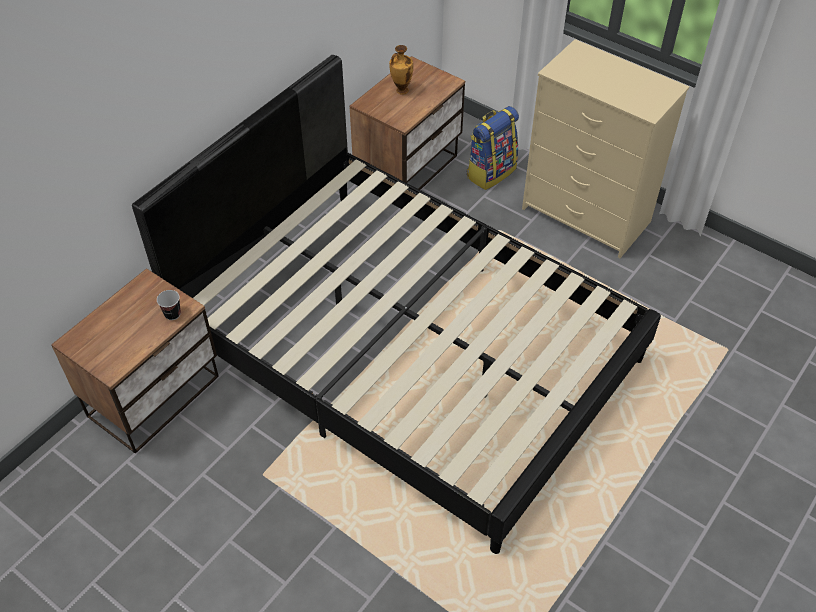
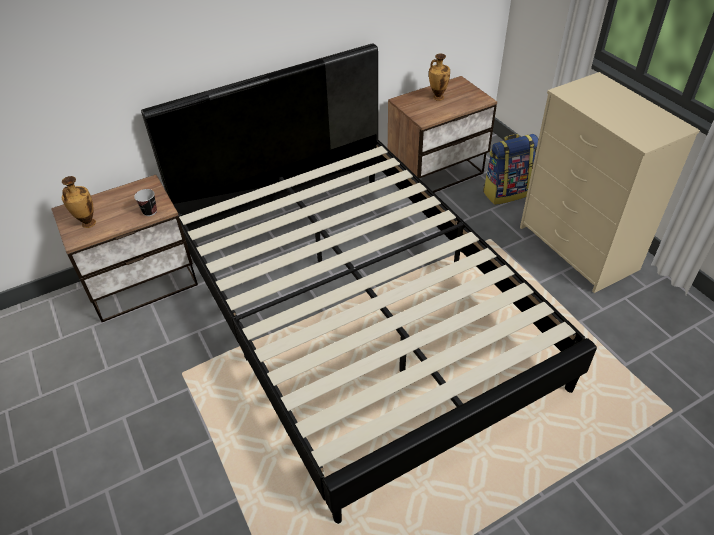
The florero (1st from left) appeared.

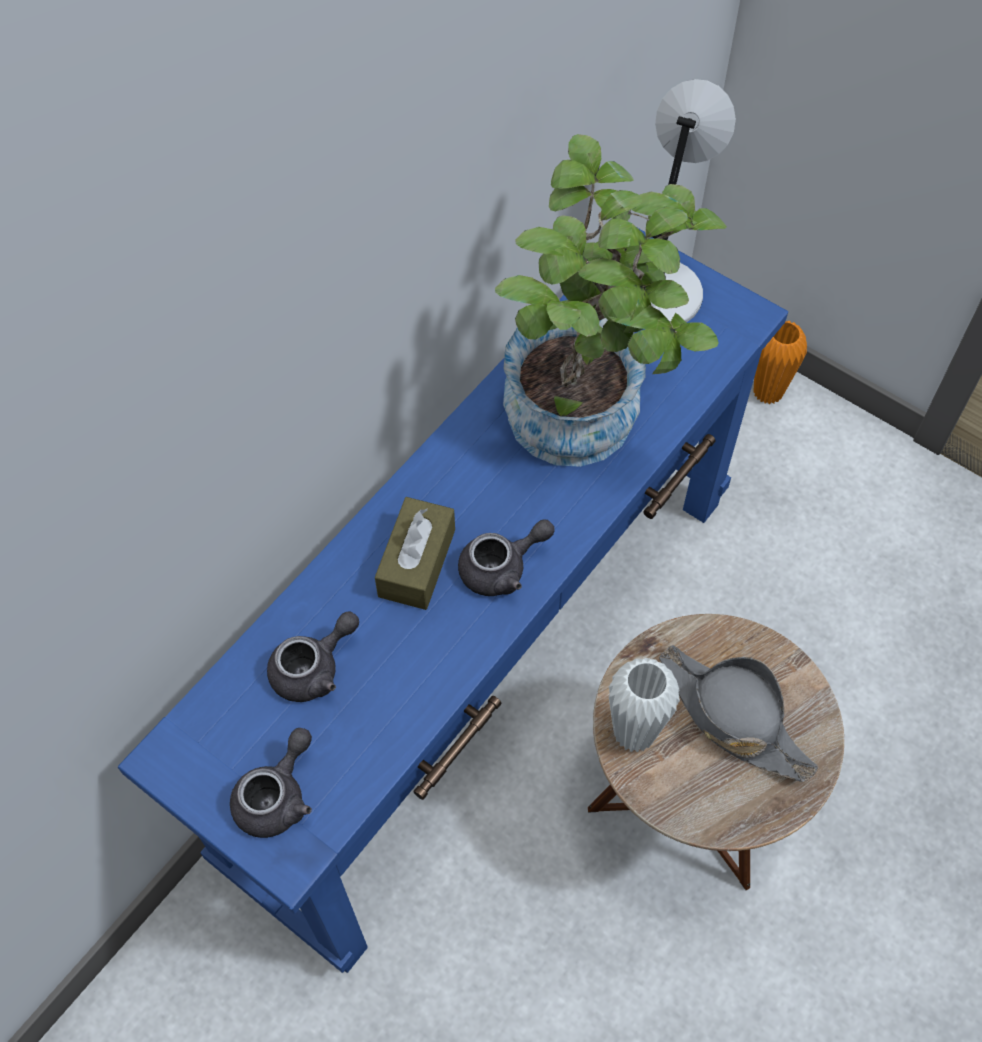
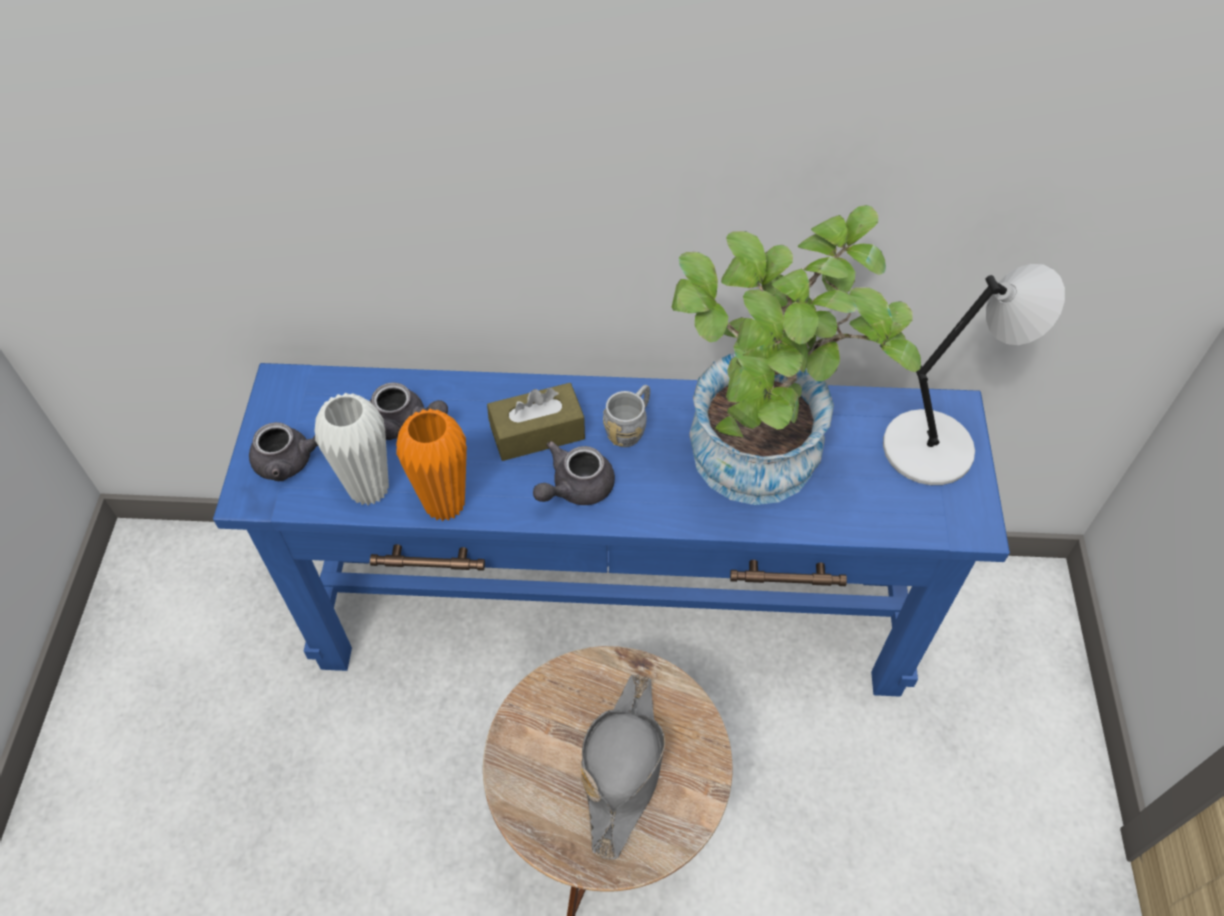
The florero/blanco moved. The florero/naranja moved. The tetera/gris (3rd from left) turned 105 degrees clockwise. The taza grande/gris appeared.

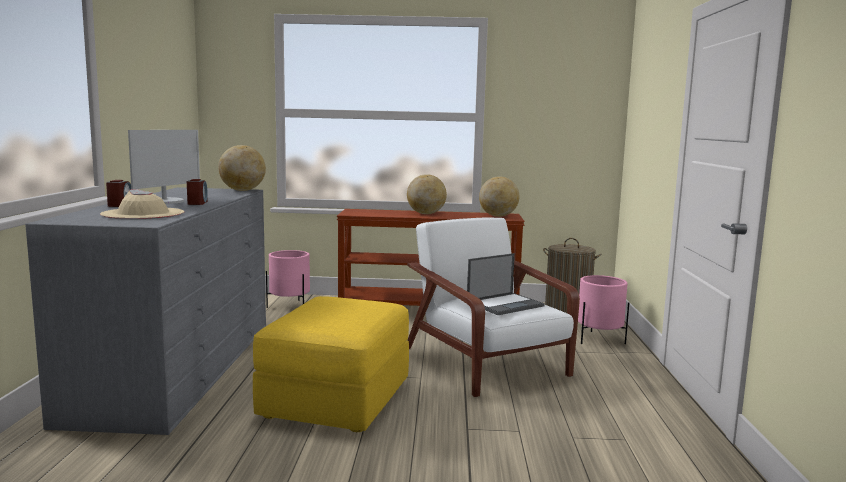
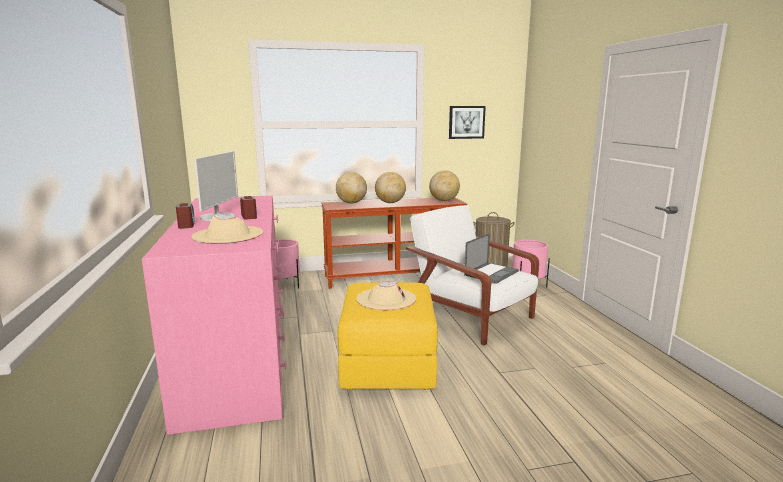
The cómoda/gris became the cómoda/rosa. The globo terráqueo (1st from left) moved. The sombrero/beis (2nd from left) appeared. The cuadro appeared.

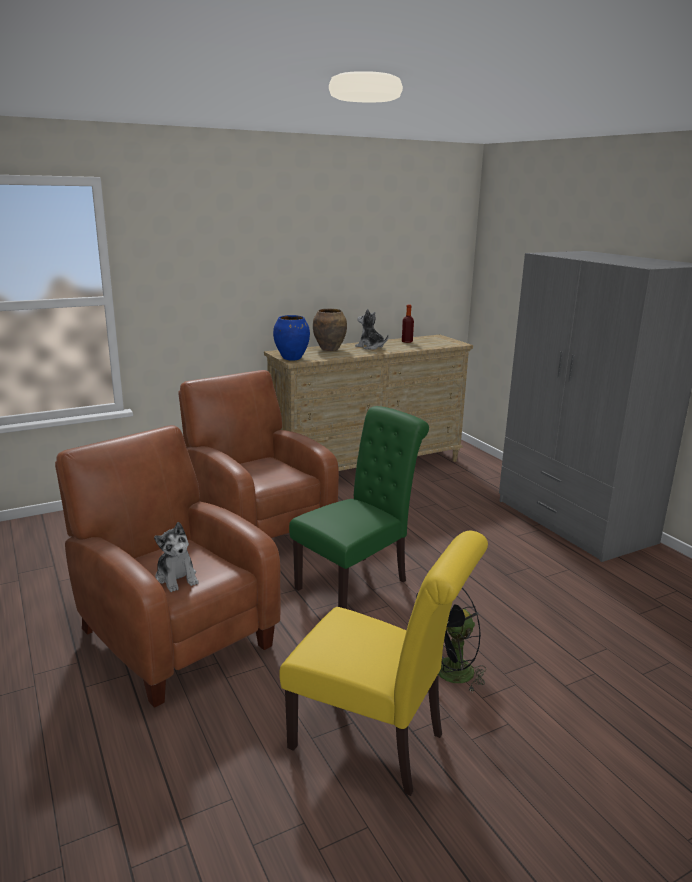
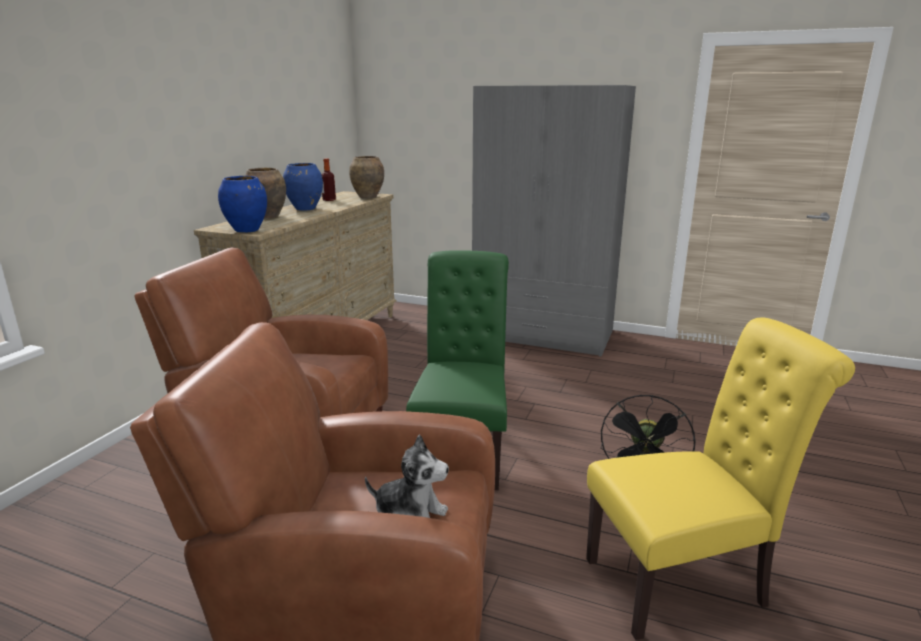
The peluche (2nd from left) was replaced by the florero/azul (2nd from left). The florero/marrón (2nd from left) appeared.

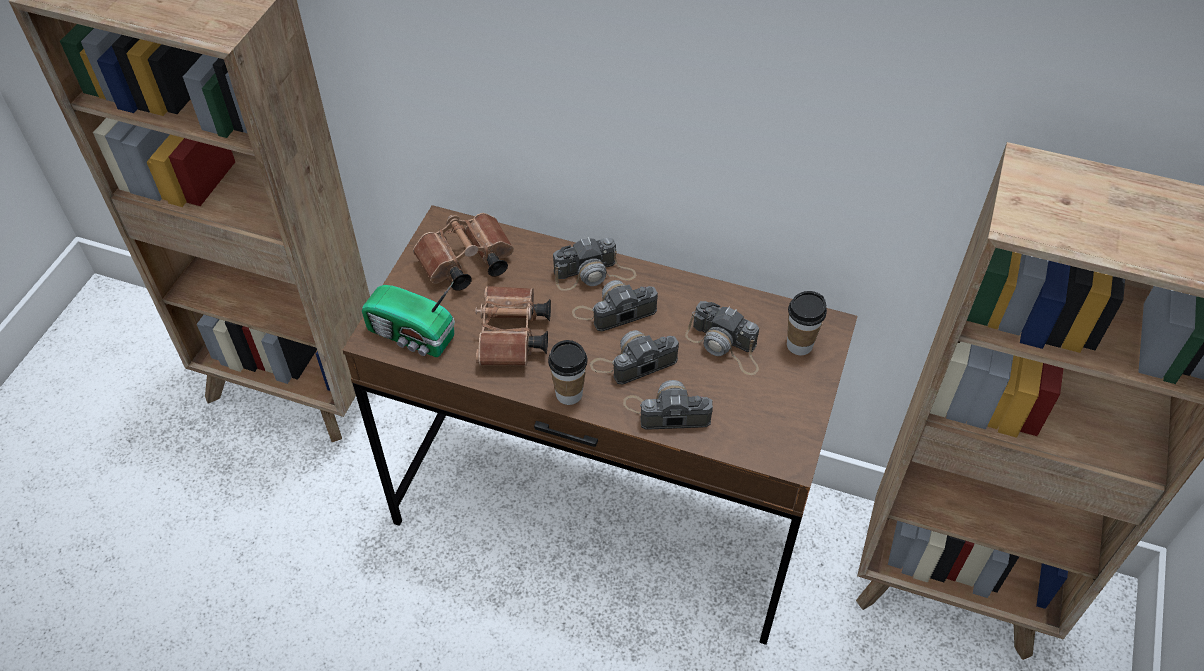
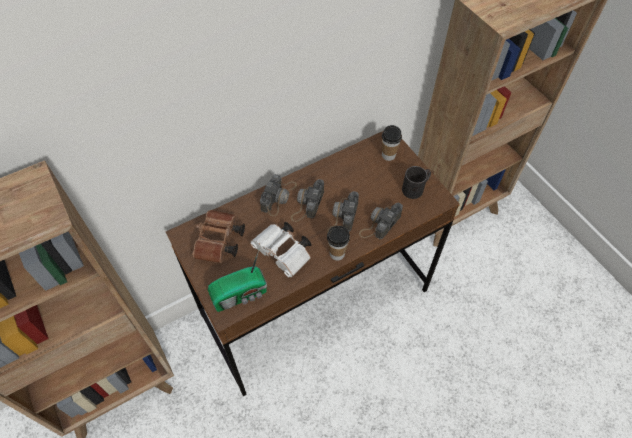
The prismáticos/marrón (2nd from left) became the prismáticos/blanco. The taza grande/negro appeared. The cámara (5th from left) disappeared.

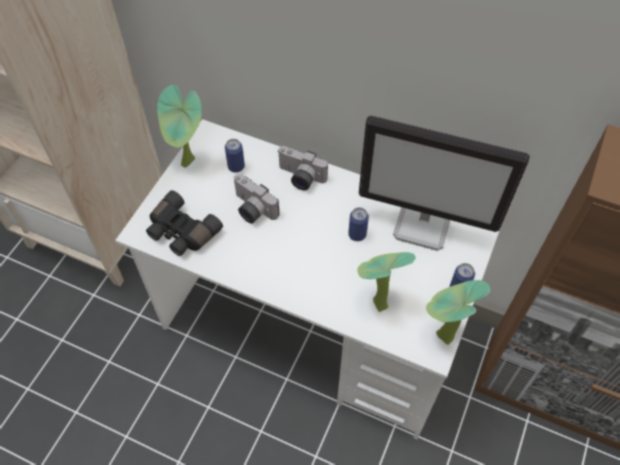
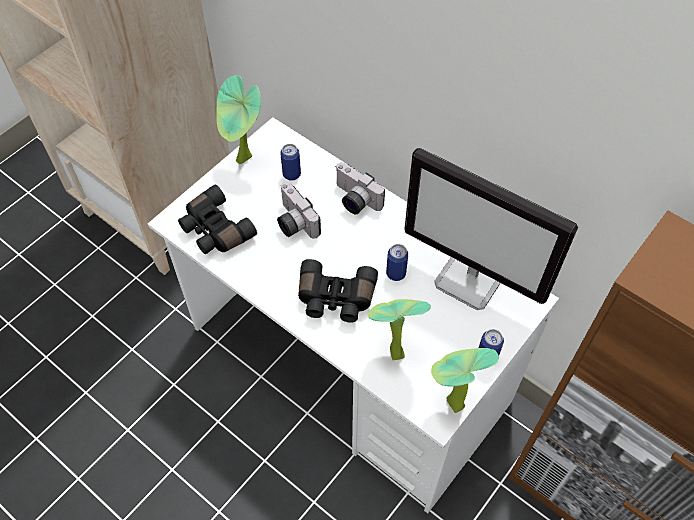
The prismáticos/negro (2nd from left) appeared.

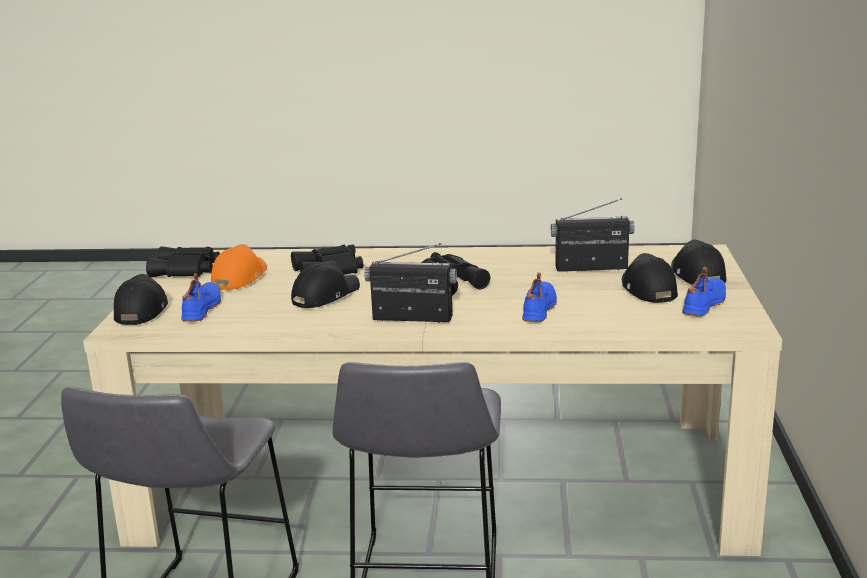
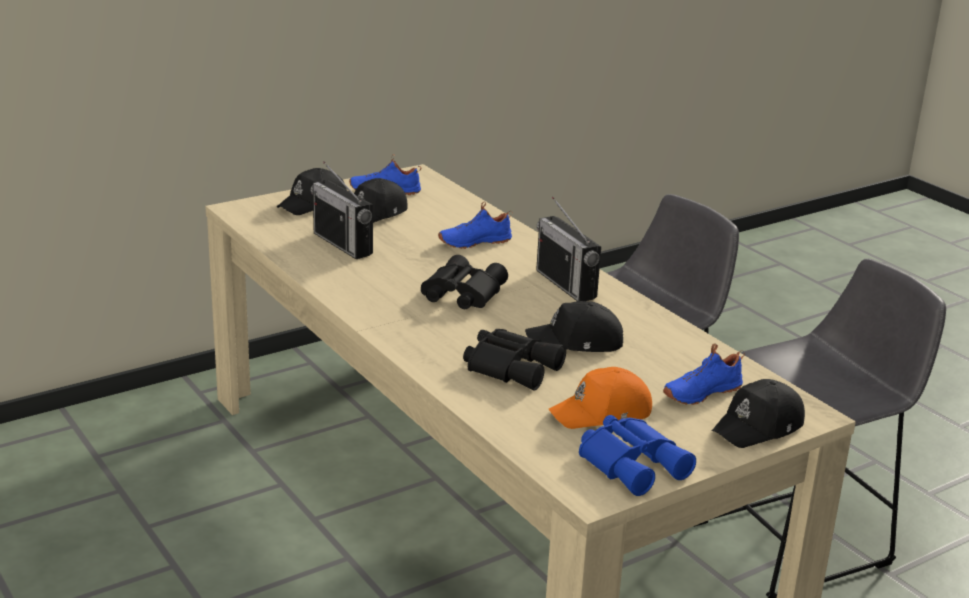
The prismáticos/negro (1st from left) became the prismáticos/azul.

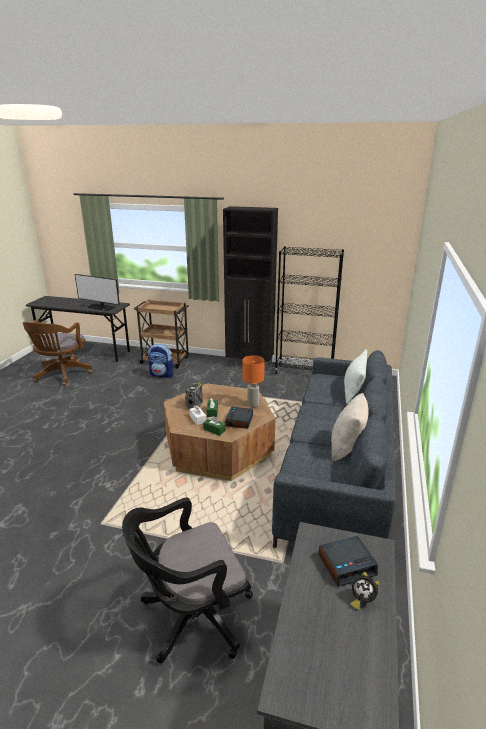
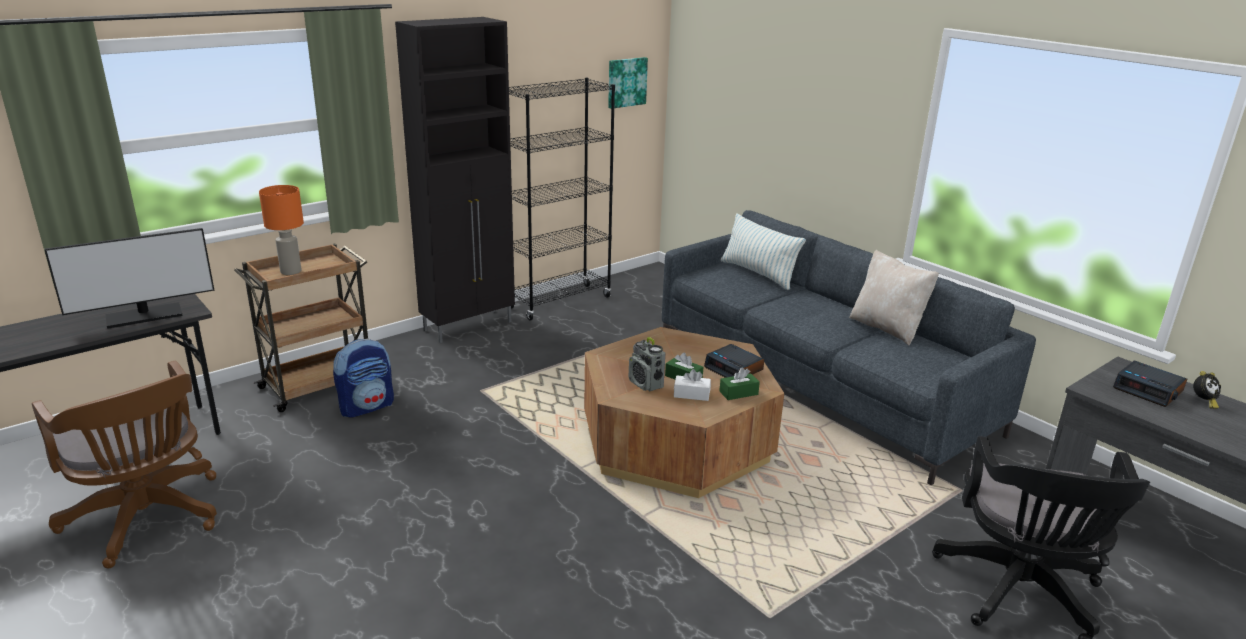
The lámpara de mesa/naranja moved. The cuadro appeared. The despertador (2nd from left) turned 120 degrees clockwise.

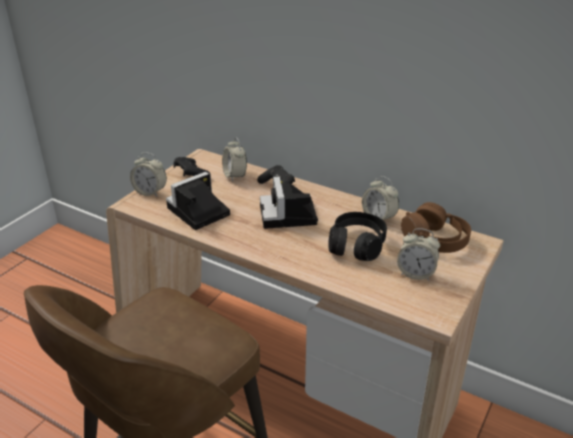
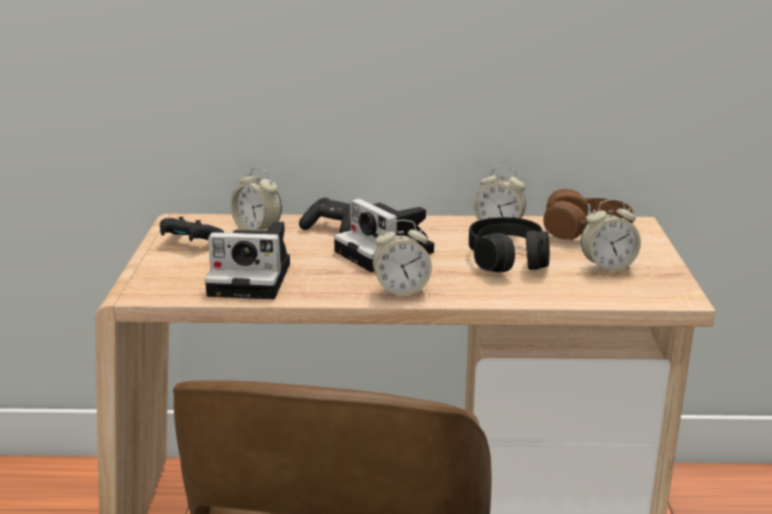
The cámara (1st from left) turned 105 degrees counterclockwise. The despertador (1st from left in the first image) moved.

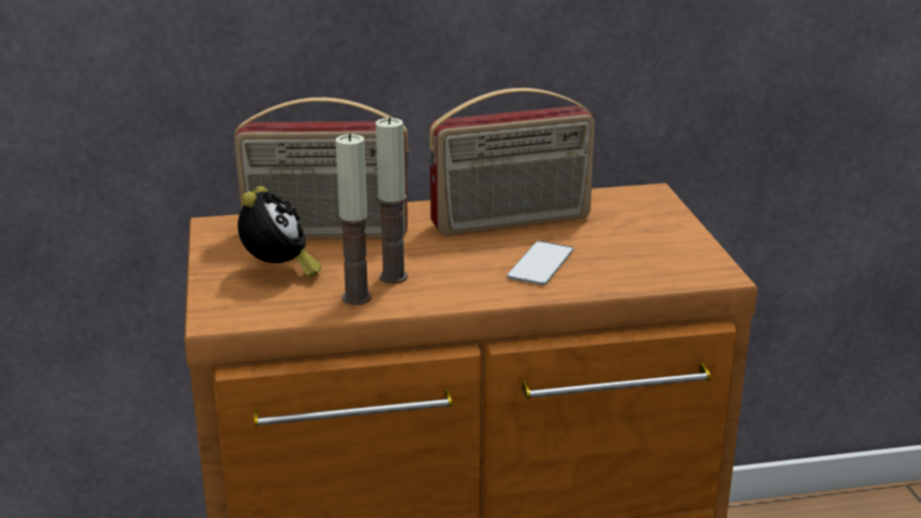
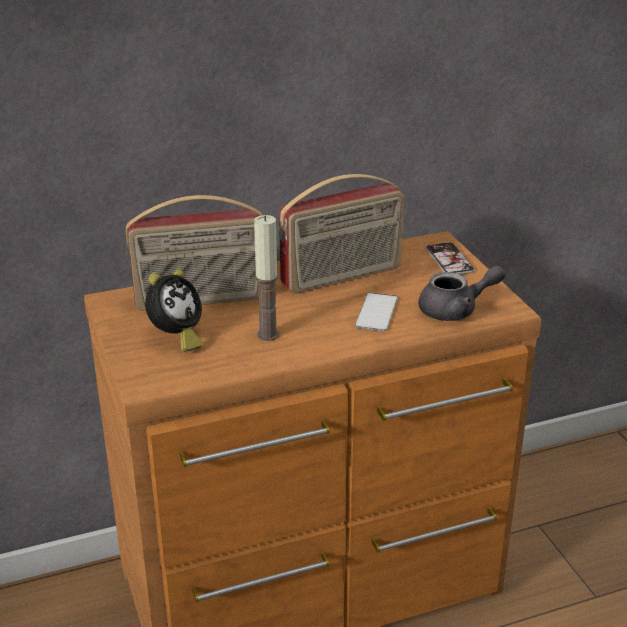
The despertador turned 45 degrees clockwise. The tetera/gris appeared. The móvil (2nd from left) appeared. The vela (1st from left) disappeared.

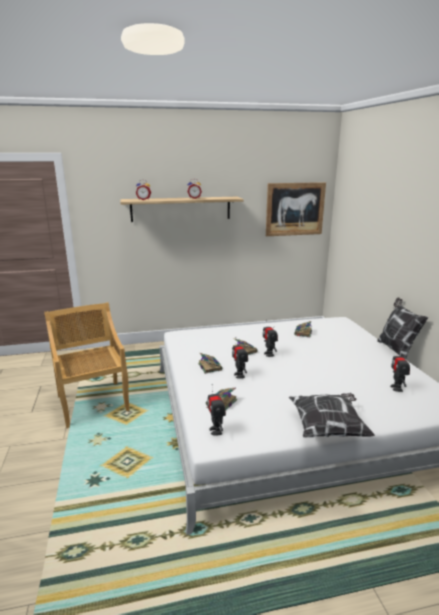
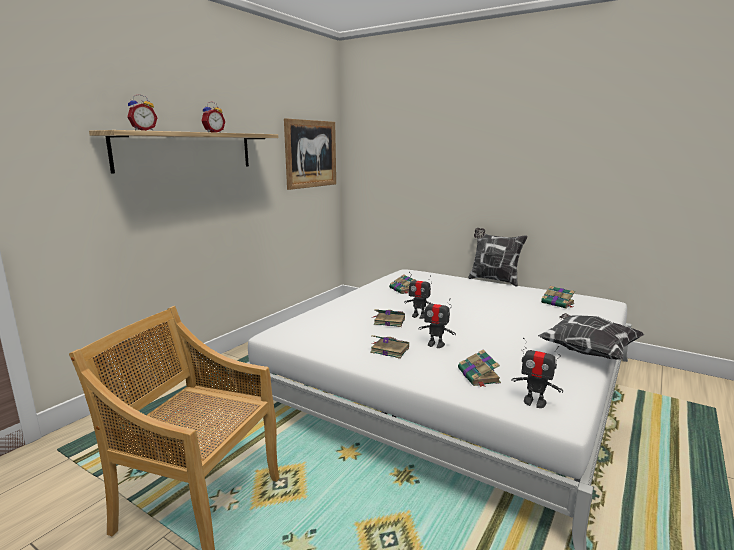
The robot de juguete (4th from left) was replaced by the libro (5th from left).

